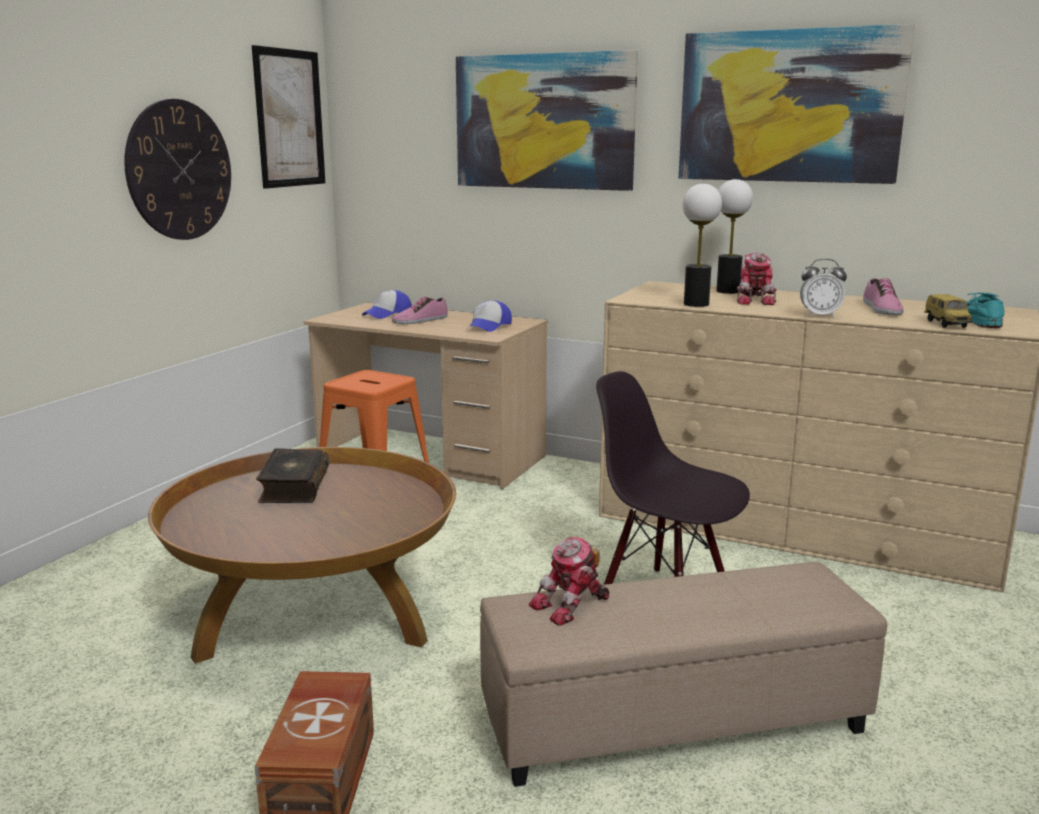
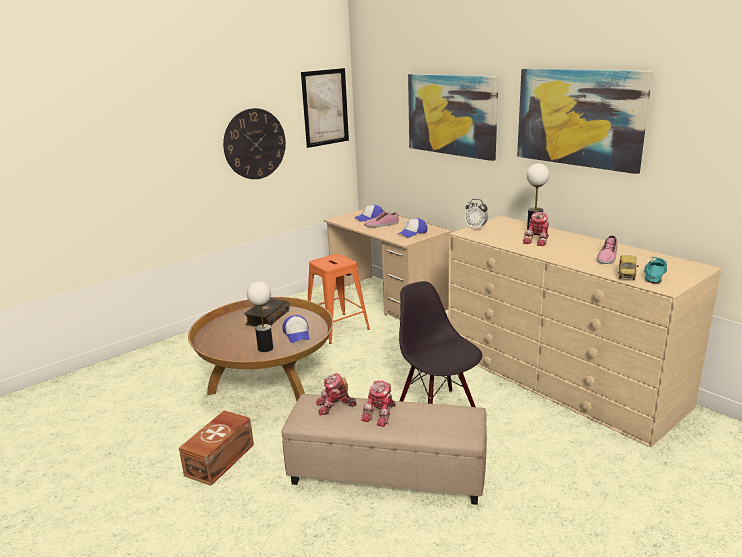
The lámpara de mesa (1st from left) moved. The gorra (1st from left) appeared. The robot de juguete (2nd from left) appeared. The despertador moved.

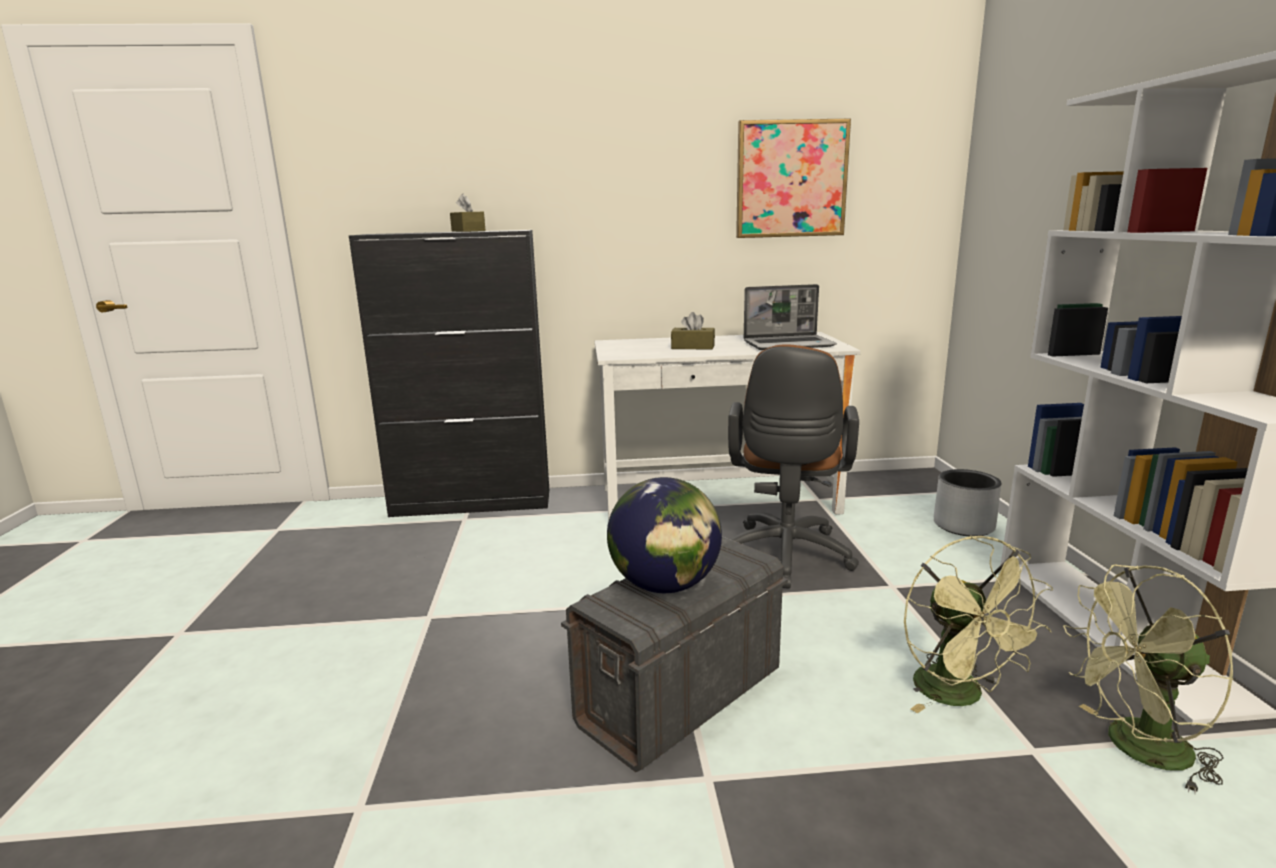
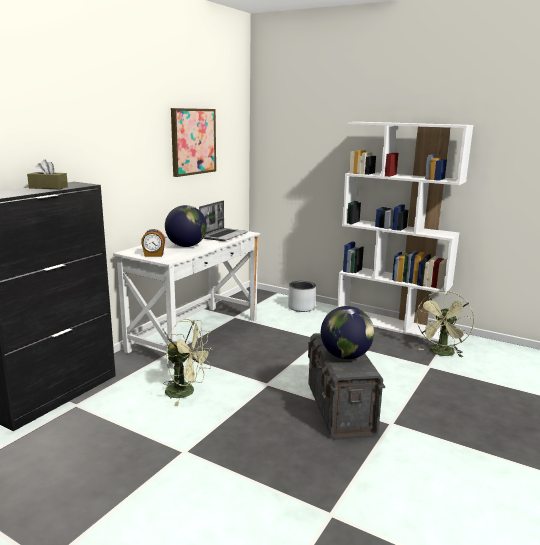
The despertador appeared. The ventilador/verde (1st from left) moved. The caja de pañuelos/marrón (2nd from left) was replaced by the globo terráqueo (1st from left). The silla de oficina/marrón disappeared.

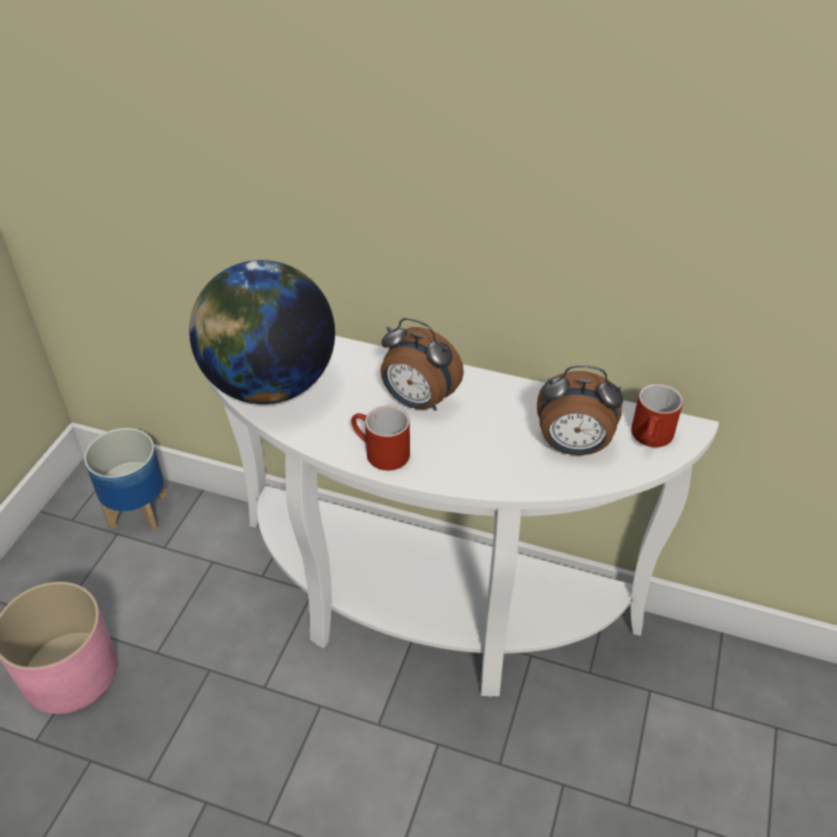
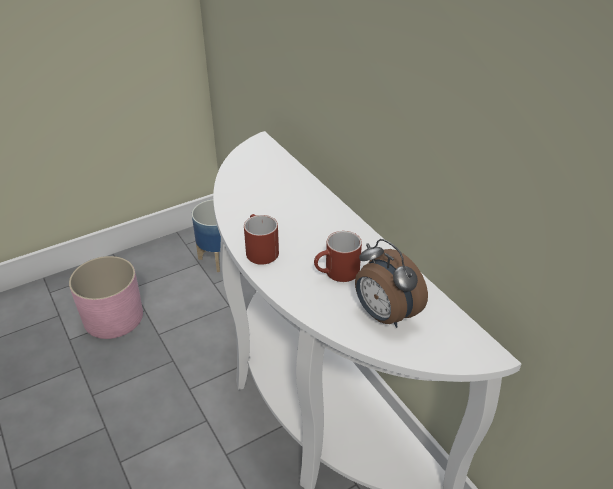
The taza grande/rojo (2nd from left) moved. The globo terráqueo disappeared. The despertador (1st from left) disappeared.

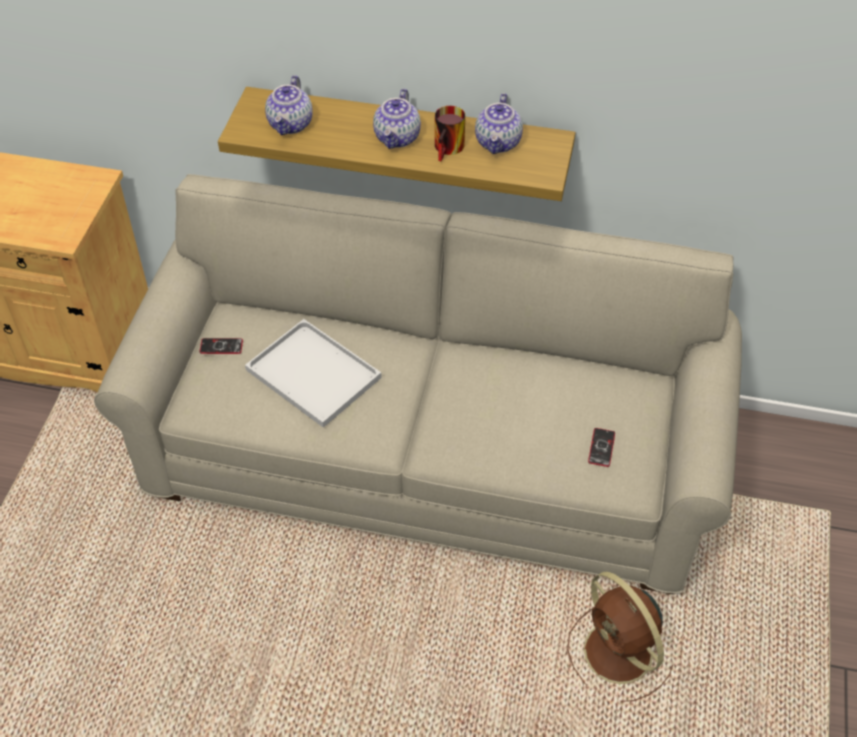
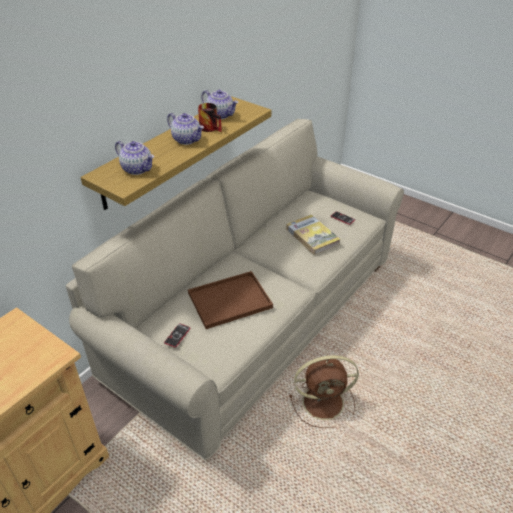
The bandeja/blanco became the bandeja/marrón. The libro appeared. The ventilador/marrón moved.

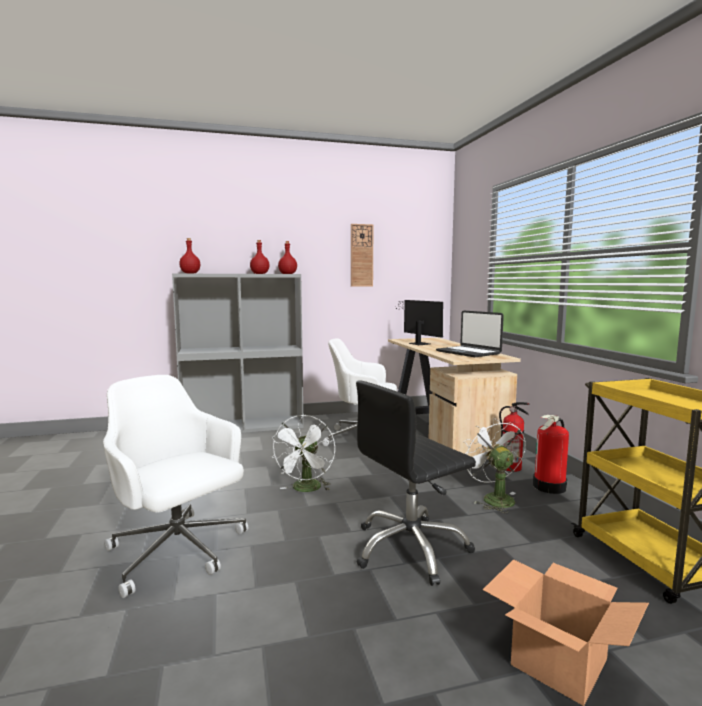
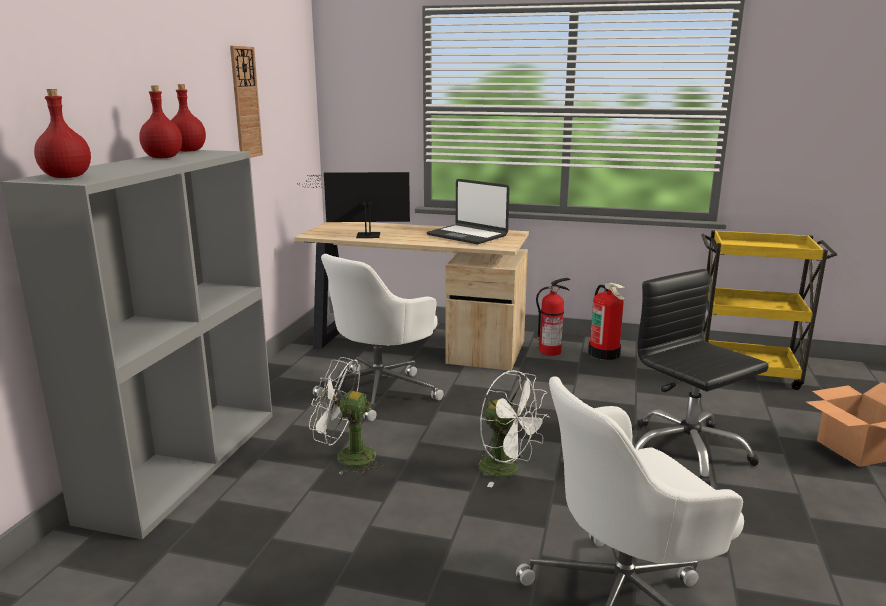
The ventilador/blanco (2nd from left in the first image) moved. The portátil turned 45 degrees clockwise. The silla de oficina/negro turned 150 degrees clockwise.

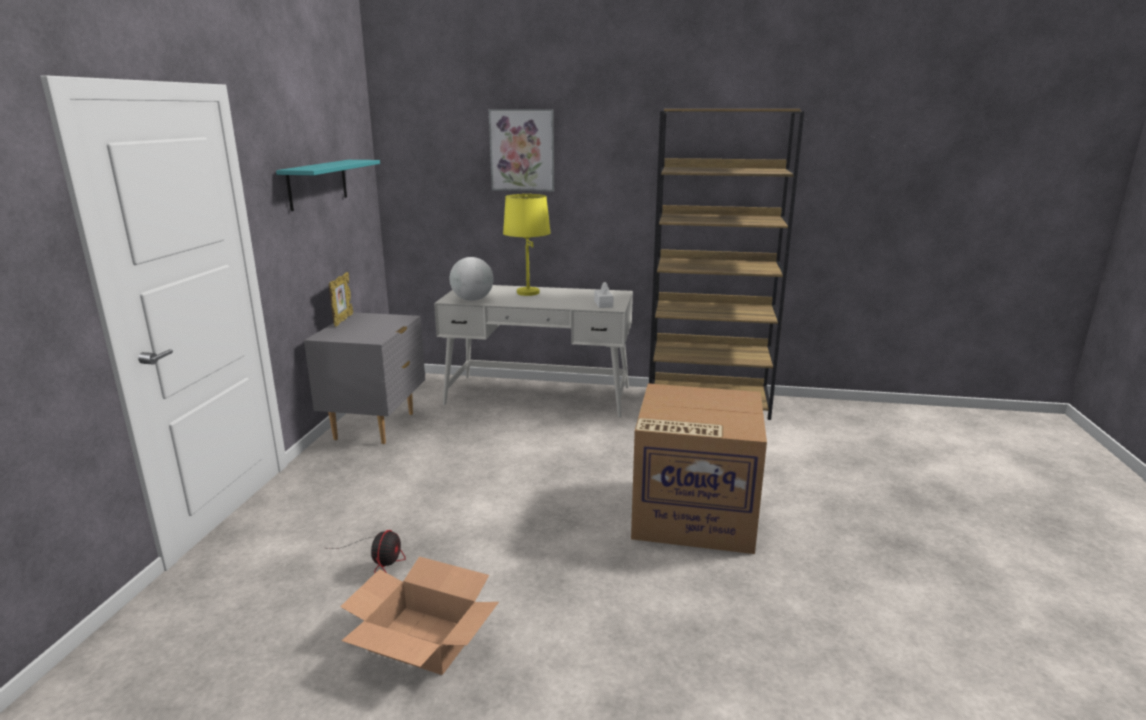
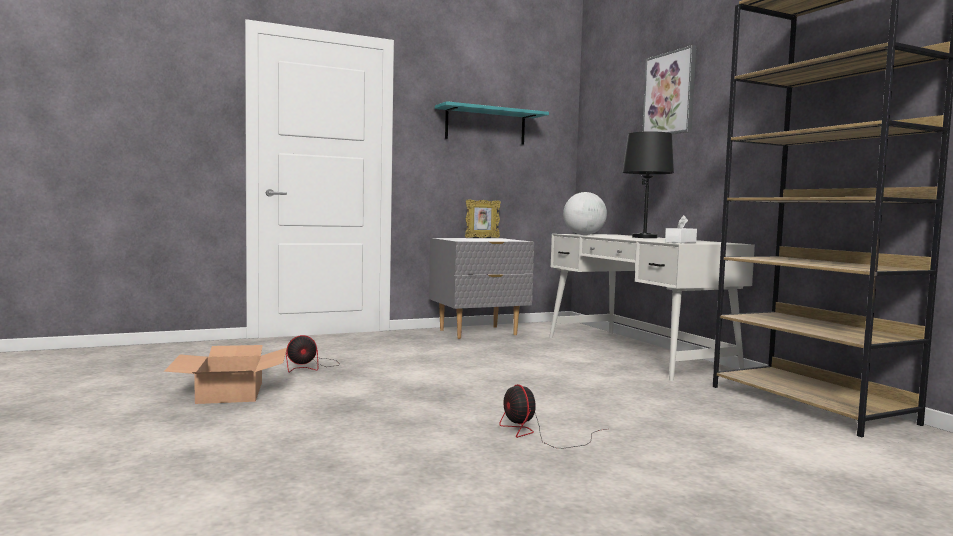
The caja de cartón (2nd from left) was replaced by the ventilador (2nd from left). The lámpara de mesa/amarillo became the lámpara de mesa/negro.

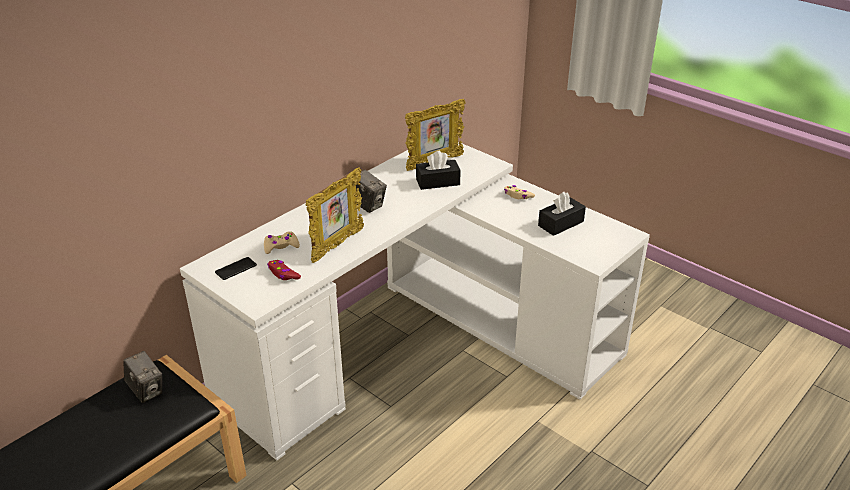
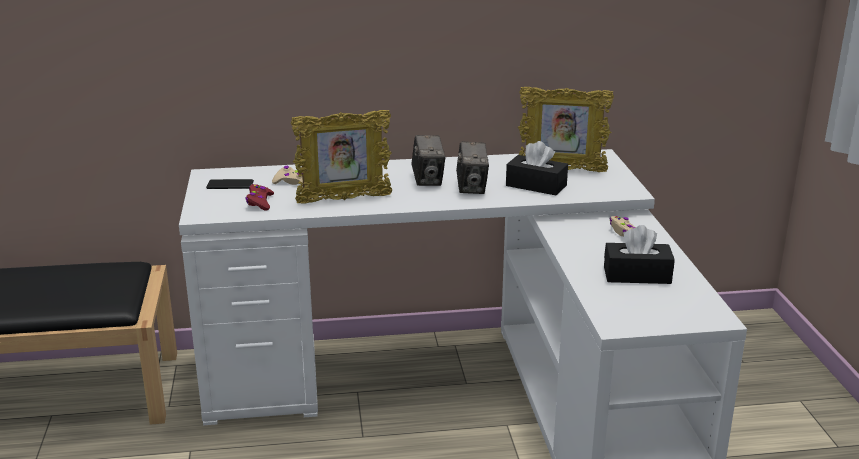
The cámara (1st from left in the first image) moved.

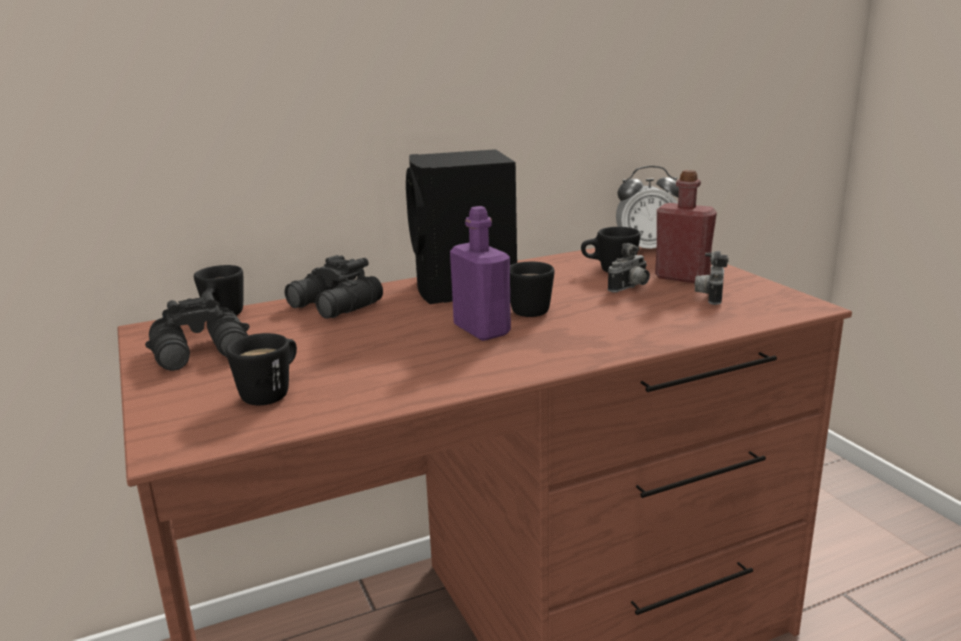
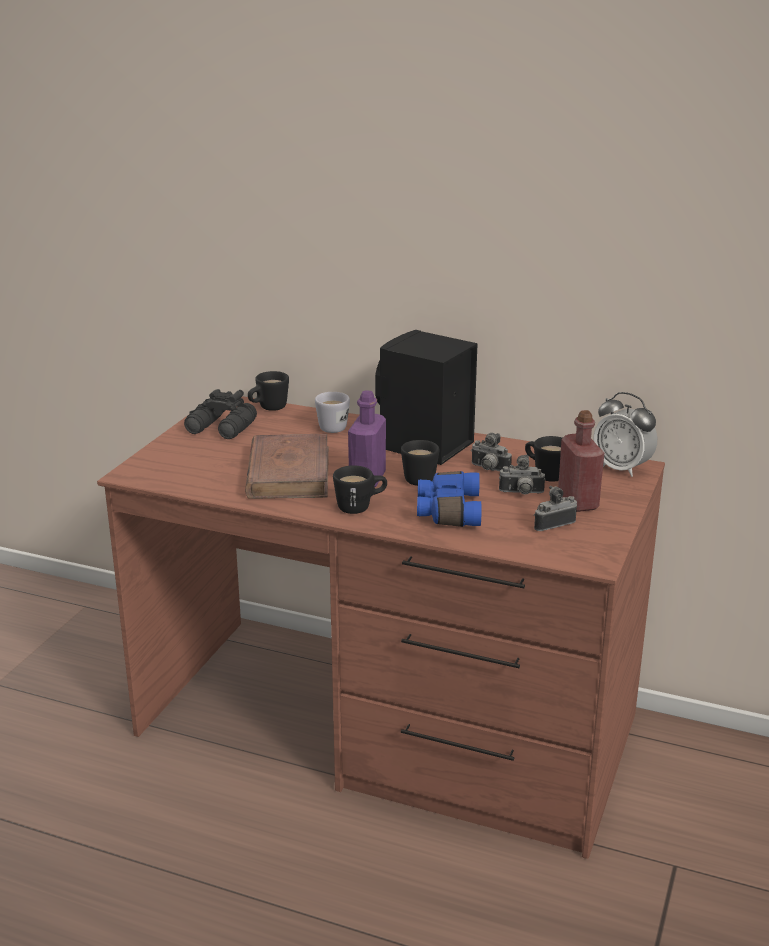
The libro/marrón appeared. The prismáticos/negro (2nd from left) was replaced by the taza grande/blanco. The taza grande/negro (2nd from left) moved. The prismáticos/azul appeared. The cámara (1st from left) appeared.

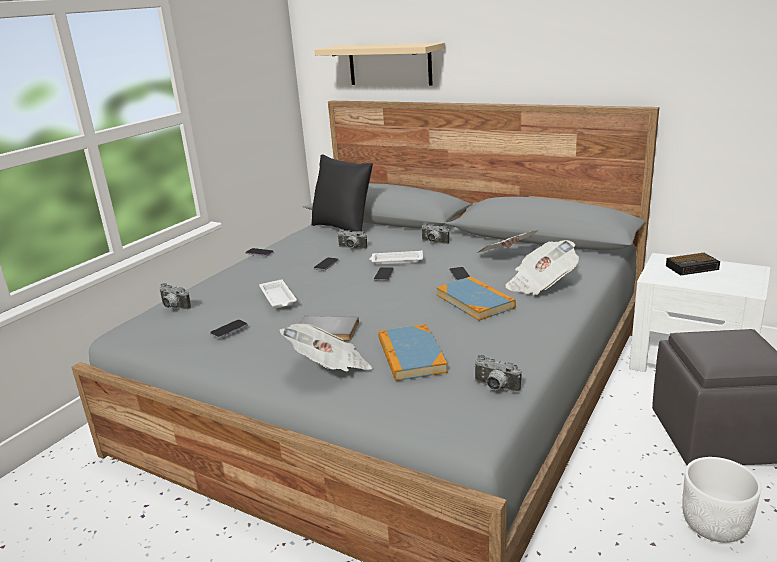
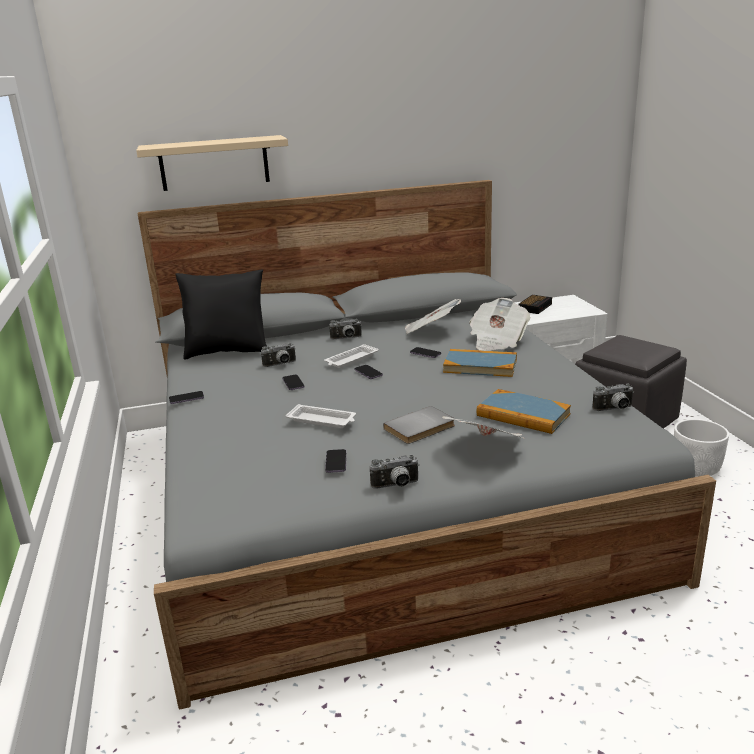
The cámara (1st from left in the first image) moved.

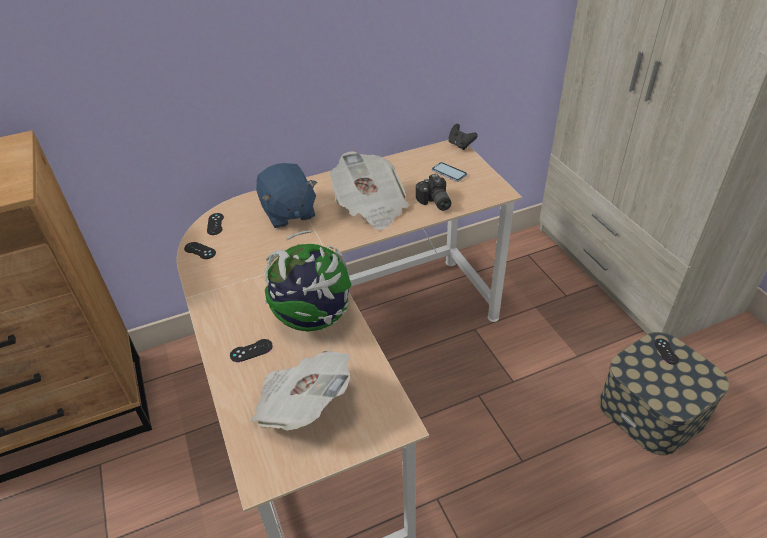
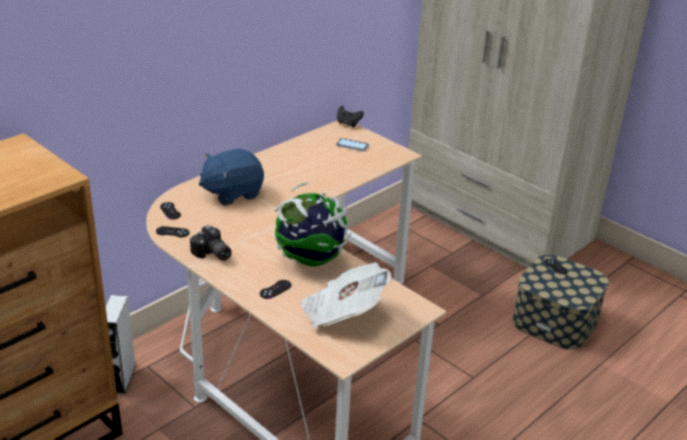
The altavoz/gris appeared. The cámara moved. The peluche/azul turned 105 degrees clockwise. The periódico (2nd from left) disappeared.

